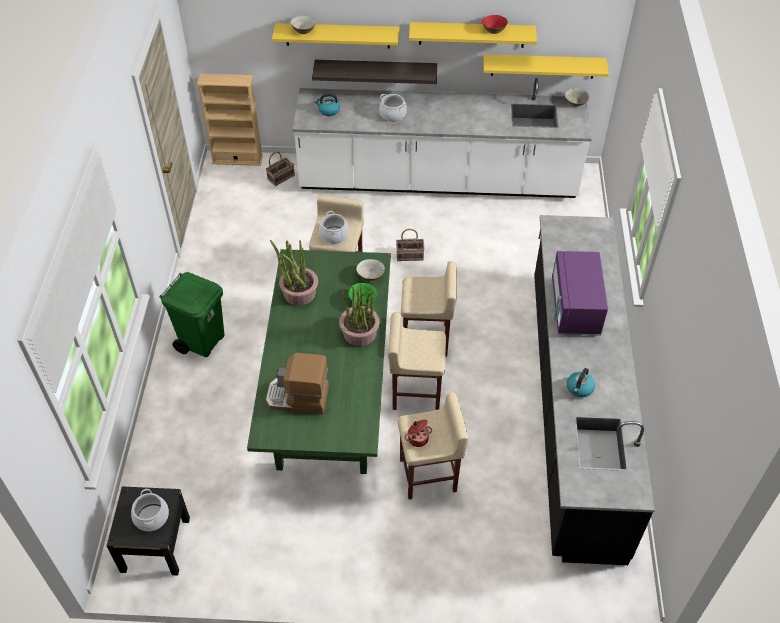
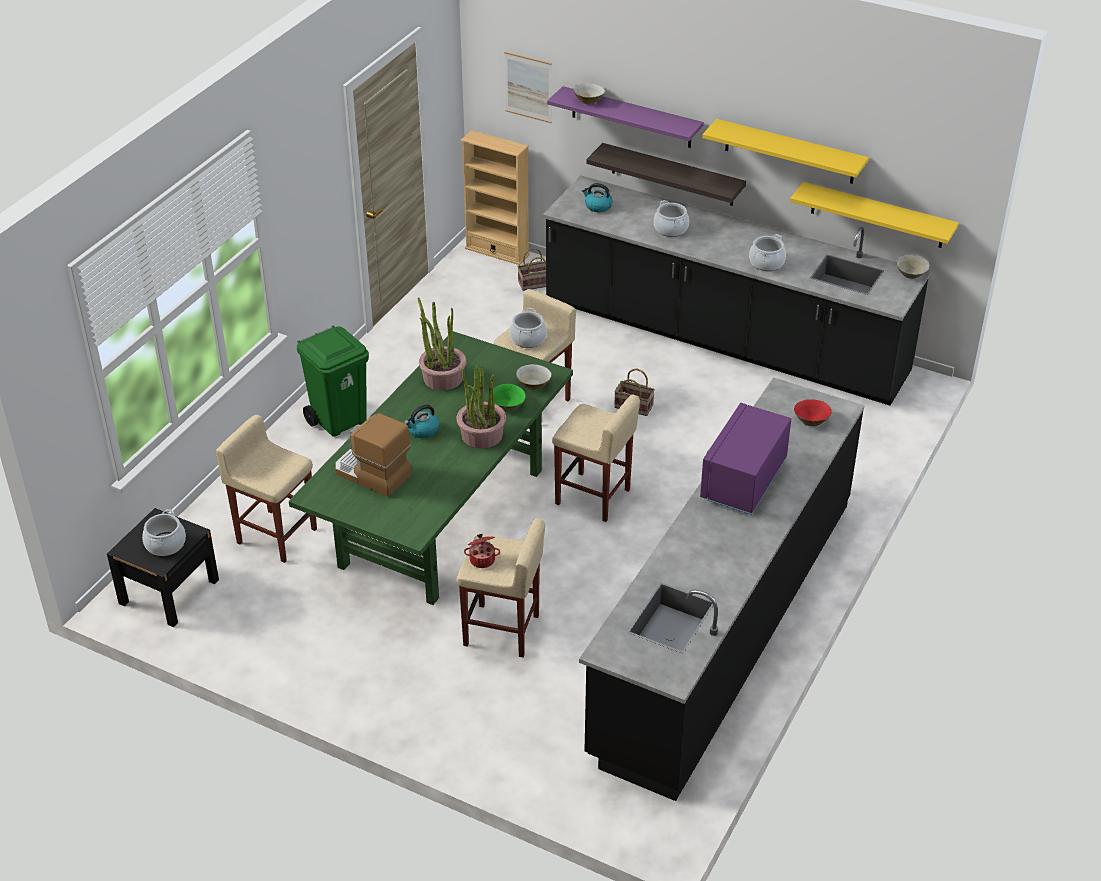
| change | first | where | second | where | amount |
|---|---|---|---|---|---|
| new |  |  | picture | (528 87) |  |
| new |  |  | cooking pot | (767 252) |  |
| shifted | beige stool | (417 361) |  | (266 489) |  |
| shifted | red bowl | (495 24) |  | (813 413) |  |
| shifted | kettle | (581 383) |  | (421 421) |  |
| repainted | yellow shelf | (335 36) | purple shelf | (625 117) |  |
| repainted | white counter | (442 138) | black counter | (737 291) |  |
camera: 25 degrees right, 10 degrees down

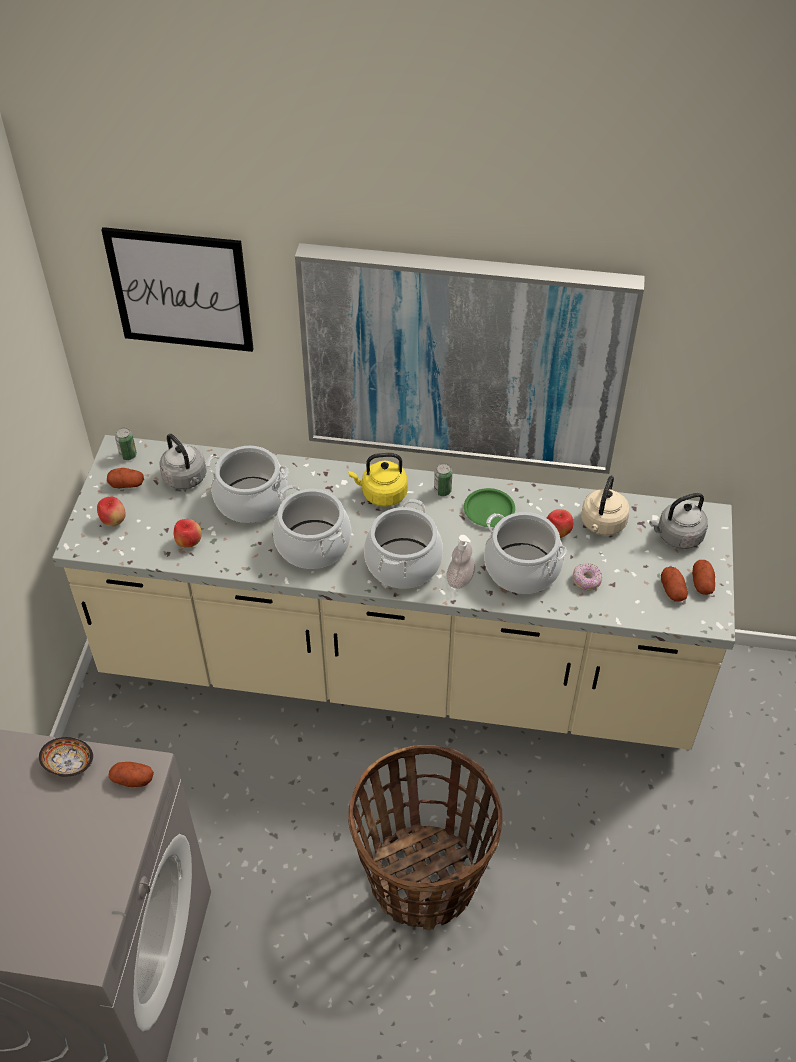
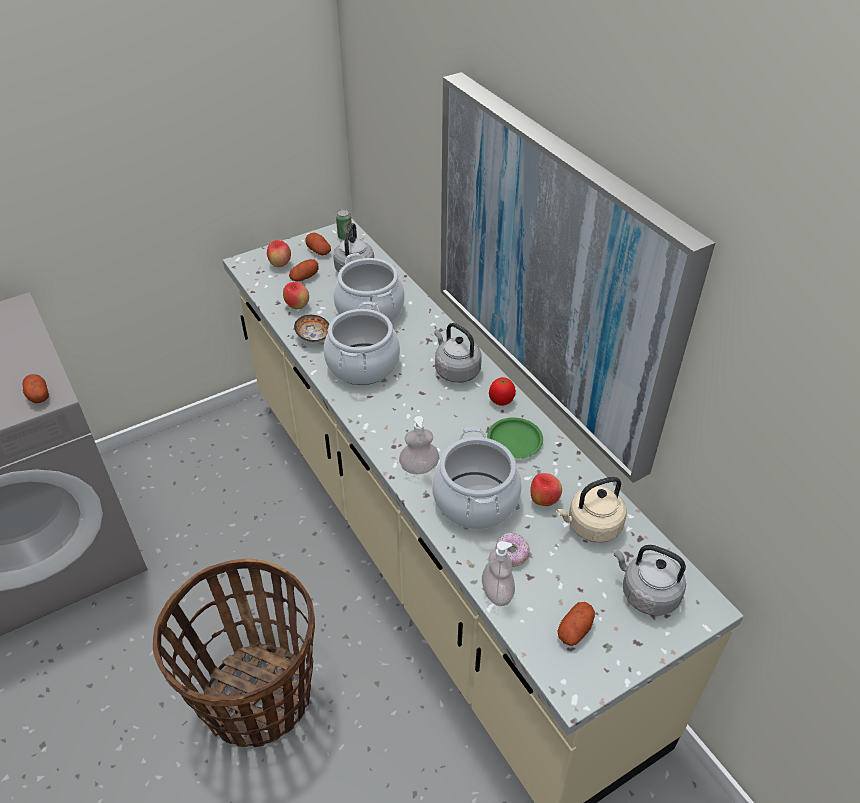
| change | first | where | second | where | amount |
|---|---|---|---|---|---|
| gone | picture | (177 289) |  |  |  |
| gone | cooking pot | (403 544) |  |  |  |
| new |  |  | soap dispenser | (498 573) |  |
| shifted | bowl | (66 756) |  | (312 328) |  |
| shifted | potato | (703 577) |  | (304 270) |  |
| swapped | can | (443 479) | tomato | (502 391) |  |
| repainted | yellow kettle | (378 480) | grey kettle | (458 353) |  |
camera: 50 degrees right, 5 degrees down

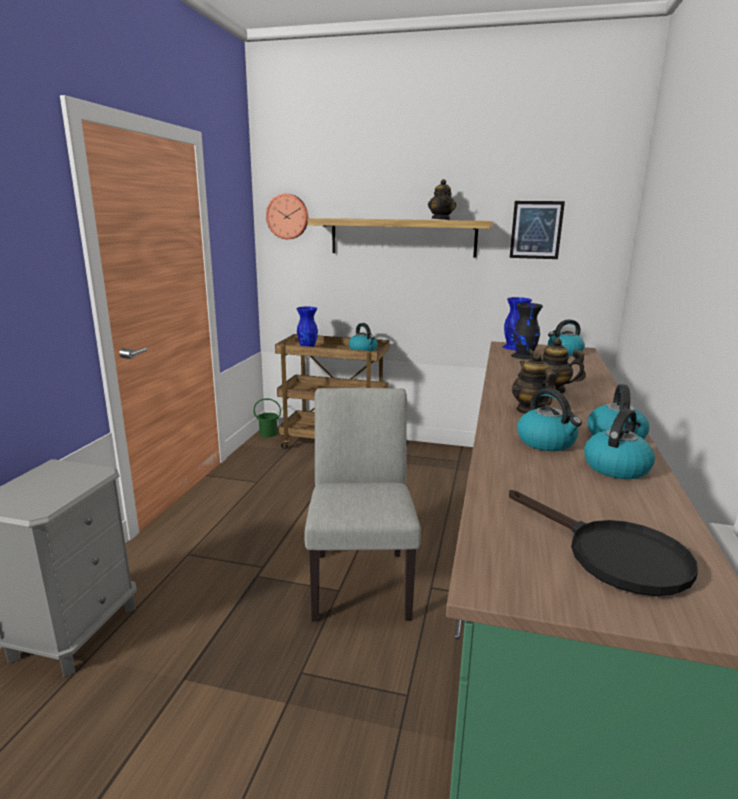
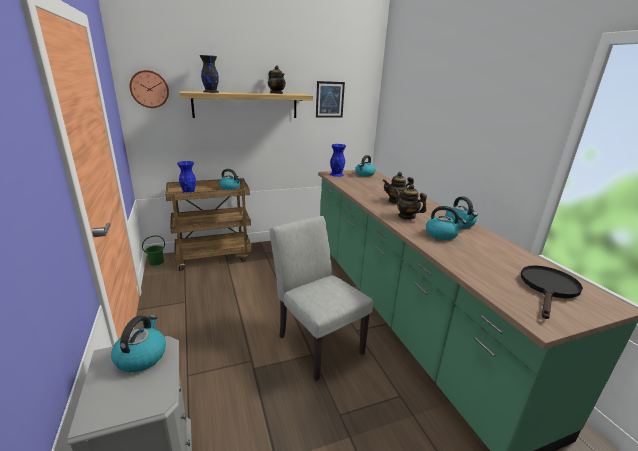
| change | first | where | second | where | amount |
|---|---|---|---|---|---|
| shifted | black vase | (527 331) |  | (209 74) |  |
| shifted | kettle | (619 444) |  | (138 343) |  |
| rotated | black frying pan | (603 543) |  | (552 292) | 75 degrees counterclockwise |
camera: 35 degrees left, 5 degrees up

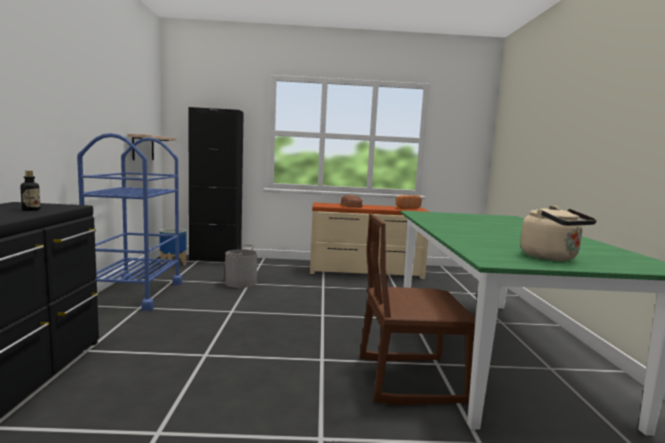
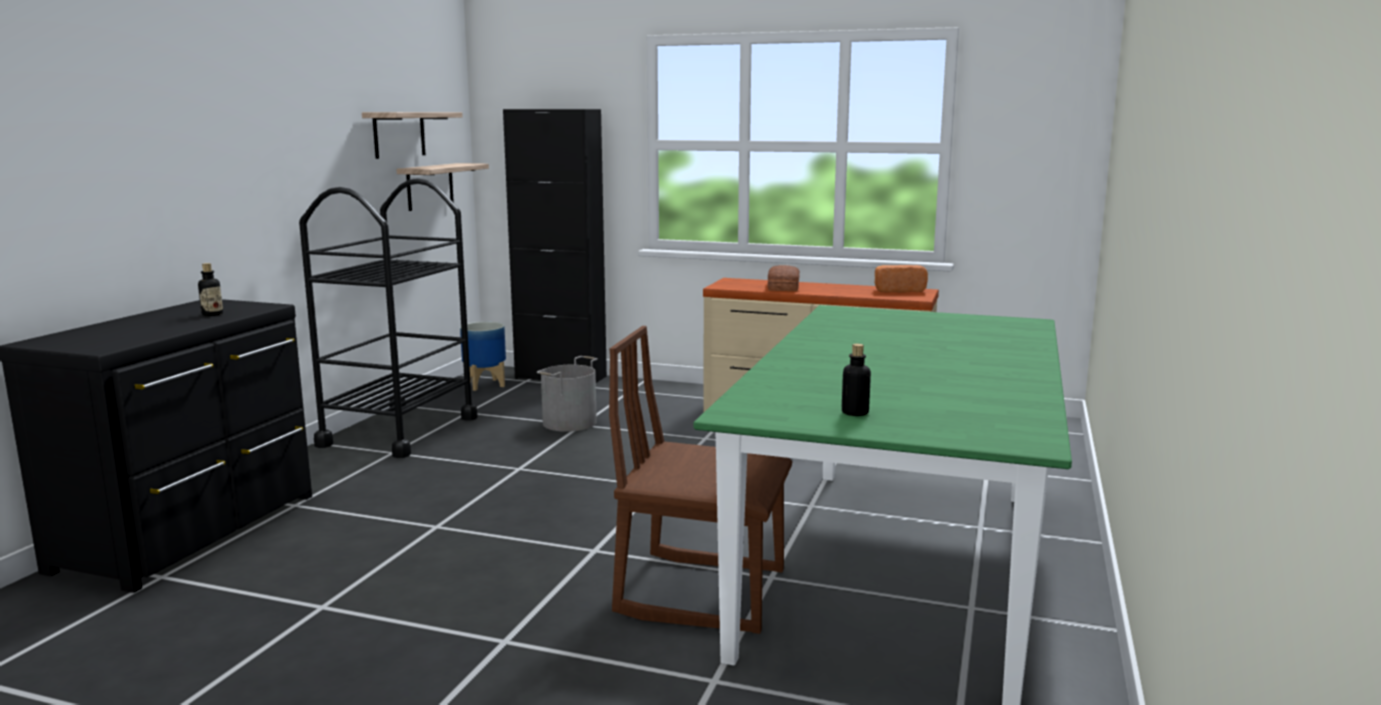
| change | first | where | second | where | amount |
|---|---|---|---|---|---|
| new |  |  | shelf | (412 135) |  |
| swapped | beige kettle | (558 233) | bottle | (856 380) |  |
| repainted | blue cart | (129 222) | black cart | (388 318) |  |
camera: 20 degrees right, 5 degrees up

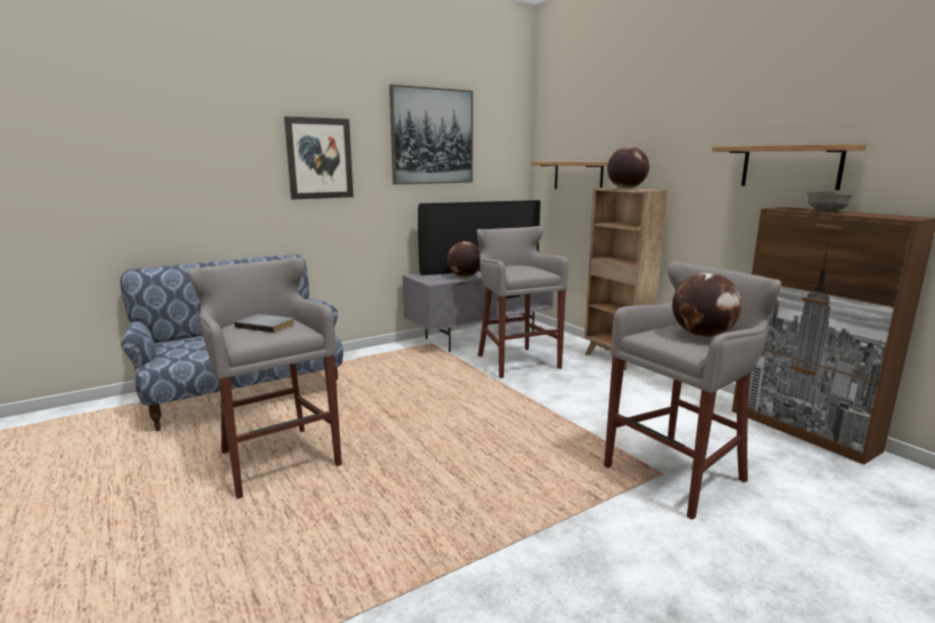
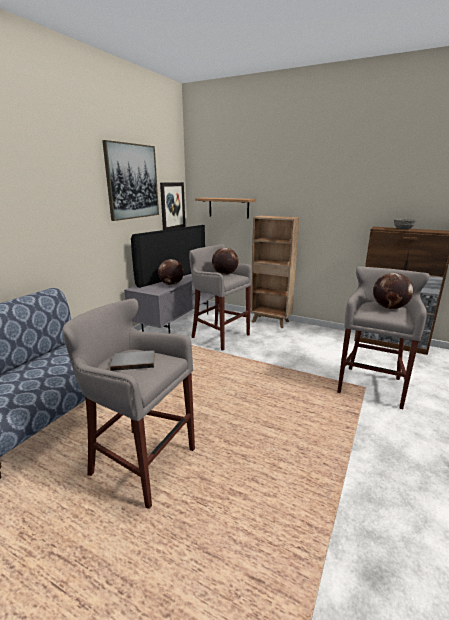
| change | first | where | second | where | amount |
|---|---|---|---|---|---|
| gone | shelf | (789 167) |  |  |  |
| shifted | picture | (318 158) |  | (172 206) |  |
| shifted | globe | (628 167) |  | (225 261) |  |
camera: 30 degrees left, 5 degrees up

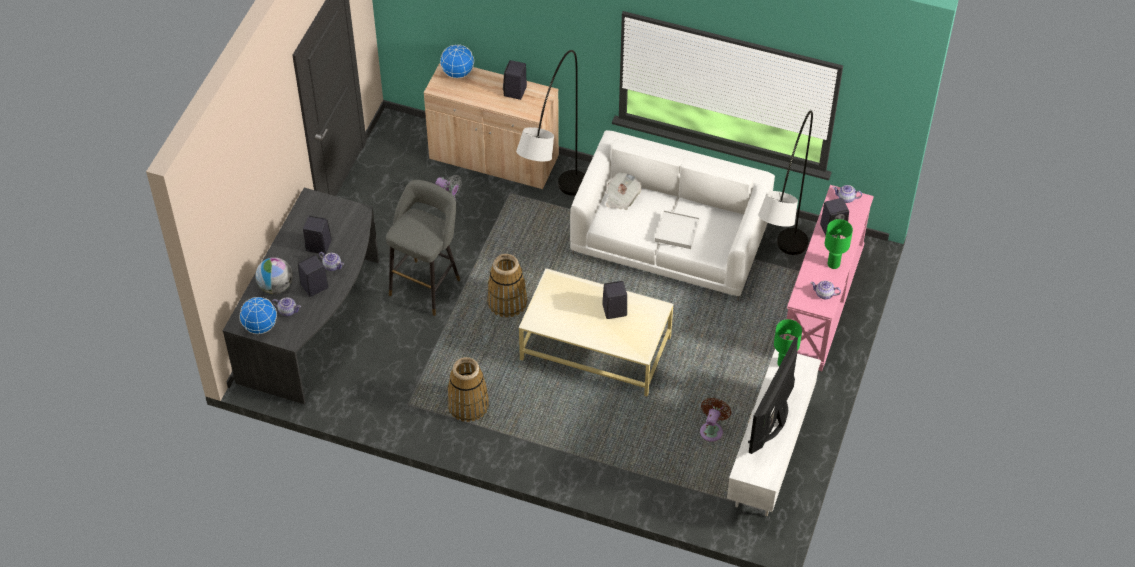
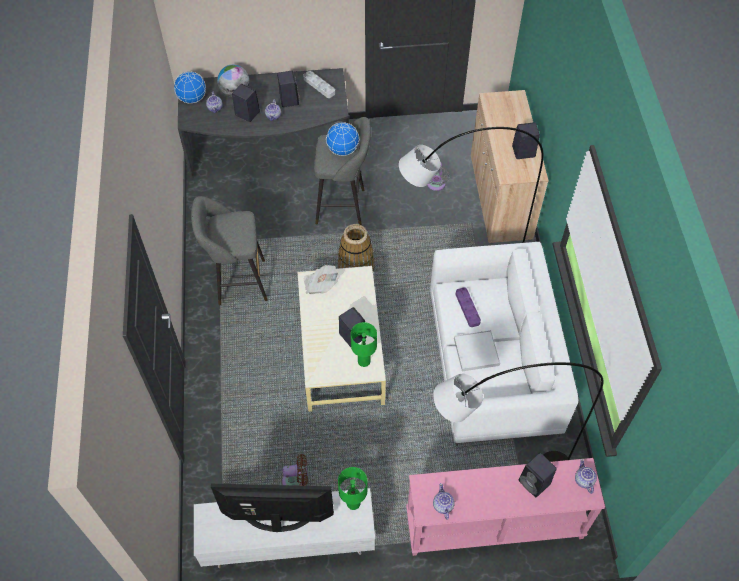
| change | first | where | second | where | amount |
|---|---|---|---|---|---|
| new |  |  | grey tray | (319 84) |  |
| new |  |  | purple tray | (468 307) |  |
| shifted | globe | (457 61) |  | (342 139) |  |
| shifted | newspaper | (623 191) |  | (321 279) |  |
| shifted | green table lamp | (839 244) |  | (364 344) |  |
| swapped | basket | (468 389) | grey stool | (229 250) |  |
camera: 65 degrees right, 5 degrees up

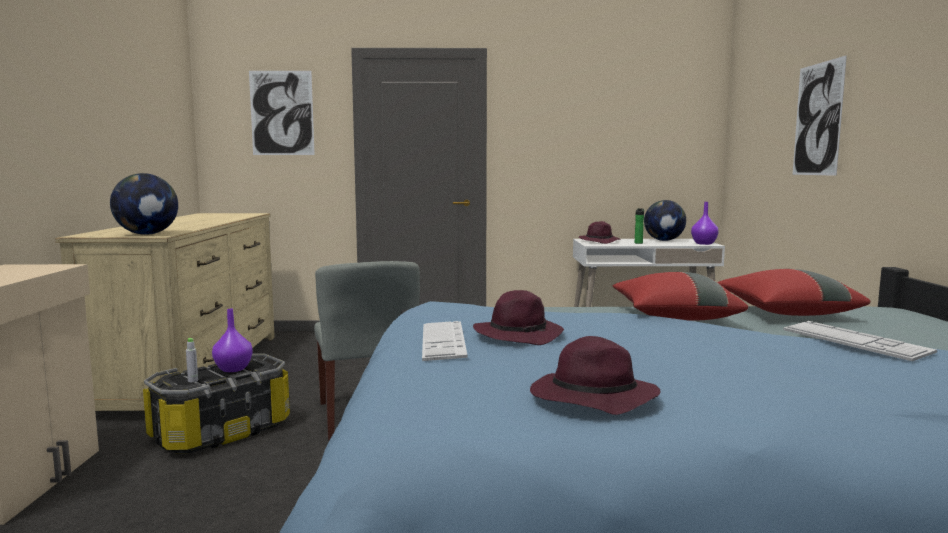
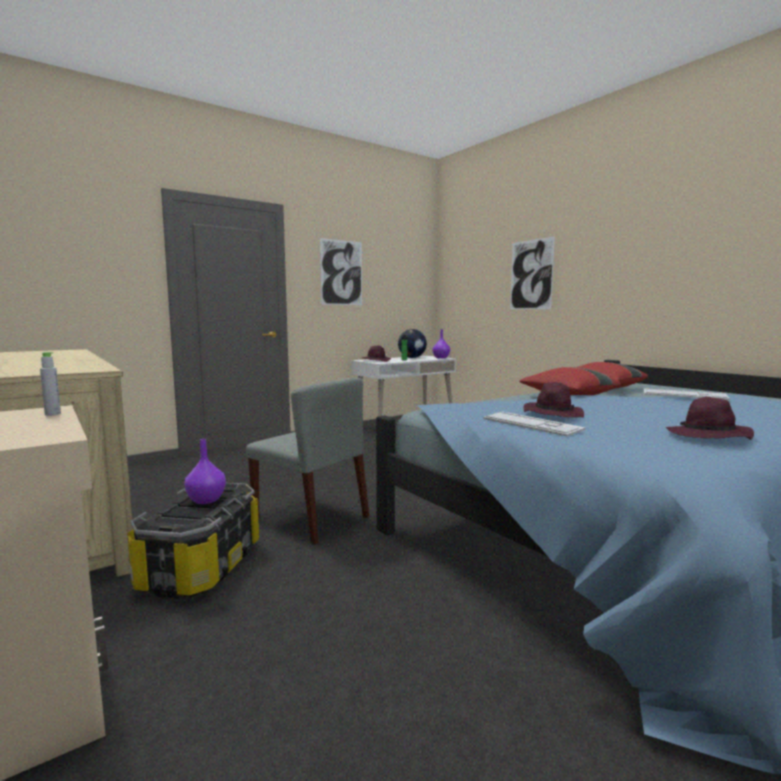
| change | first | where | second | where | amount |
|---|---|---|---|---|---|
| gone | globe | (144 204) |  |  |  |
| shifted | grey bottle | (192 360) |  | (50 384) |  |
| shifted | picture | (282 113) |  | (341 271) |  |
camera: 35 degrees left, 0 degrees up

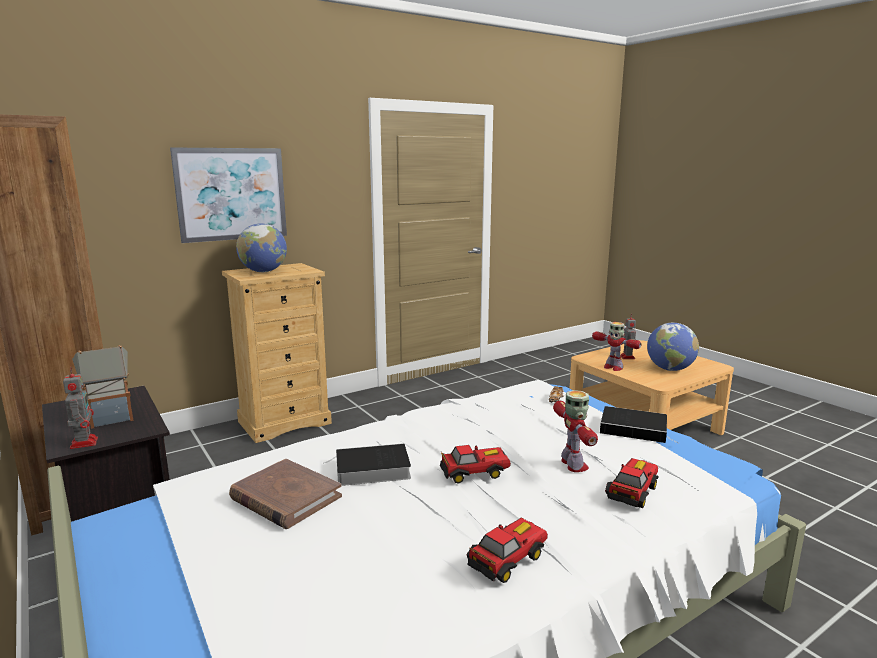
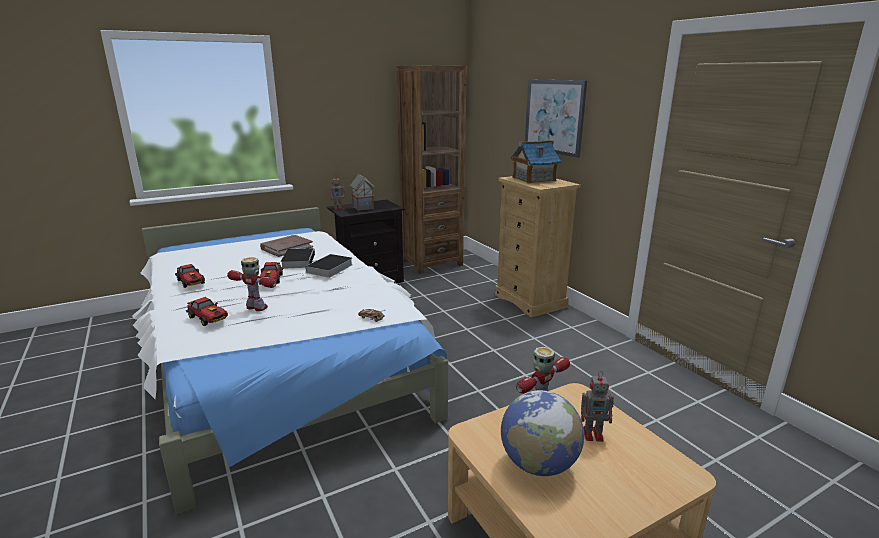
| change | first | where | second | where | amount |
|---|---|---|---|---|---|
| shifted | book | (639 424) |  | (328 266) |  |
| swapped | globe | (261 247) | toy house | (535 162) |  |
| rotated | toy robot | (575 431) |  | (252 284) | 150 degrees counterclockwise |
camera: 95 degrees right, 5 degrees up

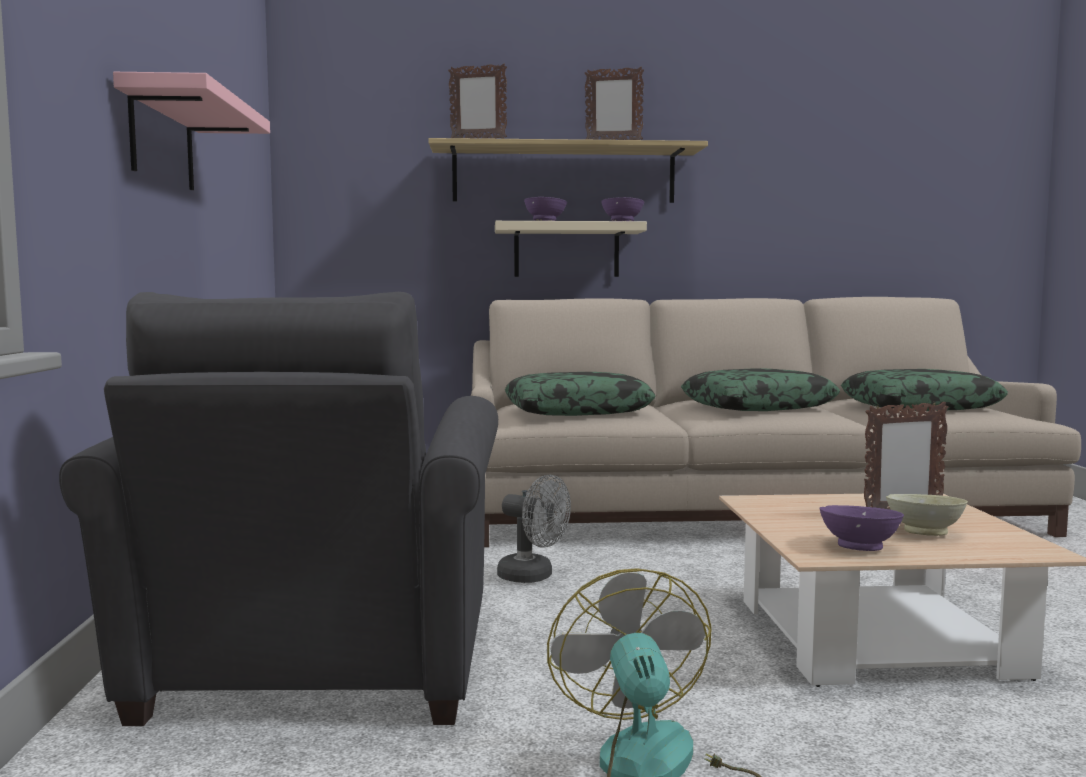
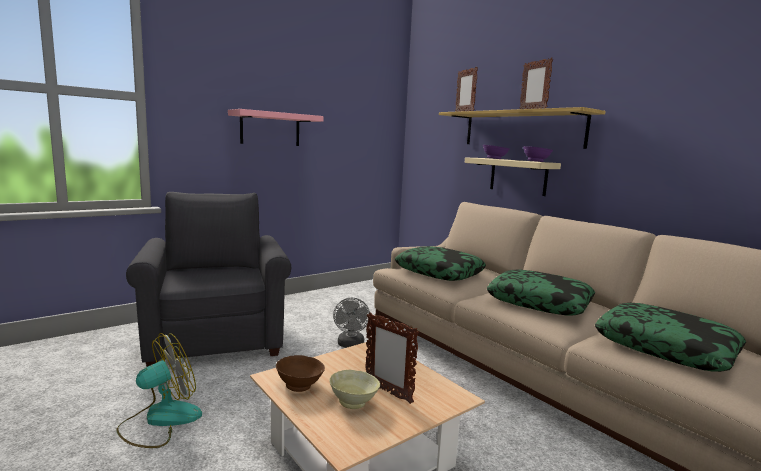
| change | first | where | second | where | amount |
|---|---|---|---|---|---|
| repainted | purple bowl | (861 528) | brown bowl | (300 373) |  |
| rotated | grey armchair | (278 509) |  | (208 279) | 105 degrees clockwise |
camera: 55 degrees right, 5 degrees up

